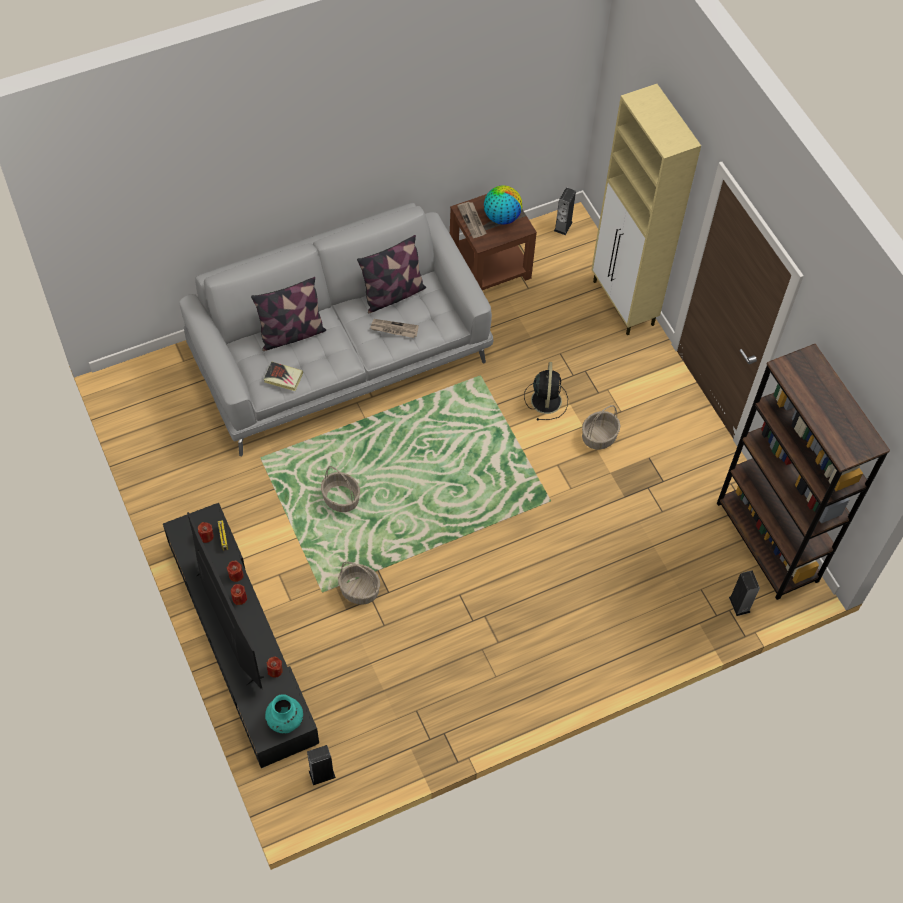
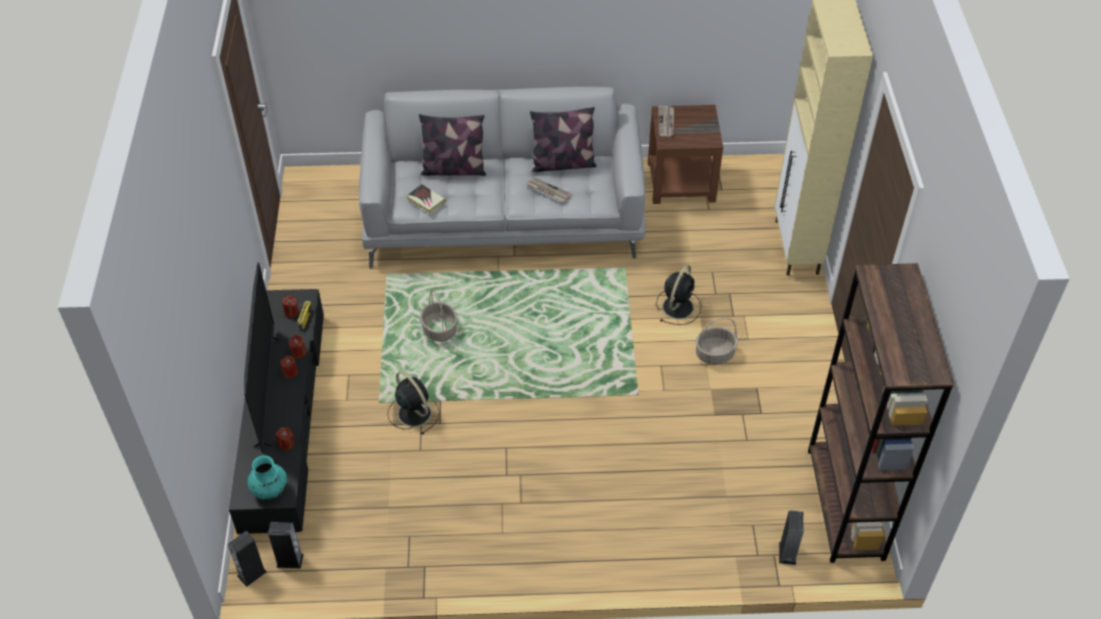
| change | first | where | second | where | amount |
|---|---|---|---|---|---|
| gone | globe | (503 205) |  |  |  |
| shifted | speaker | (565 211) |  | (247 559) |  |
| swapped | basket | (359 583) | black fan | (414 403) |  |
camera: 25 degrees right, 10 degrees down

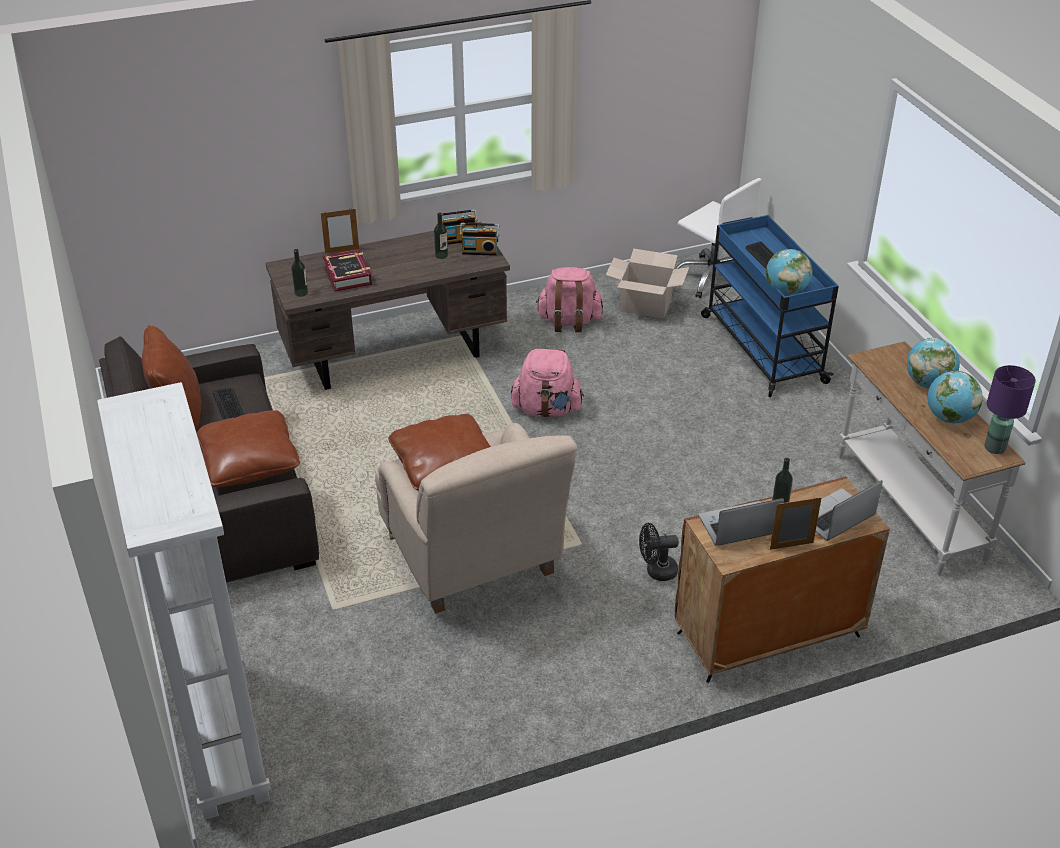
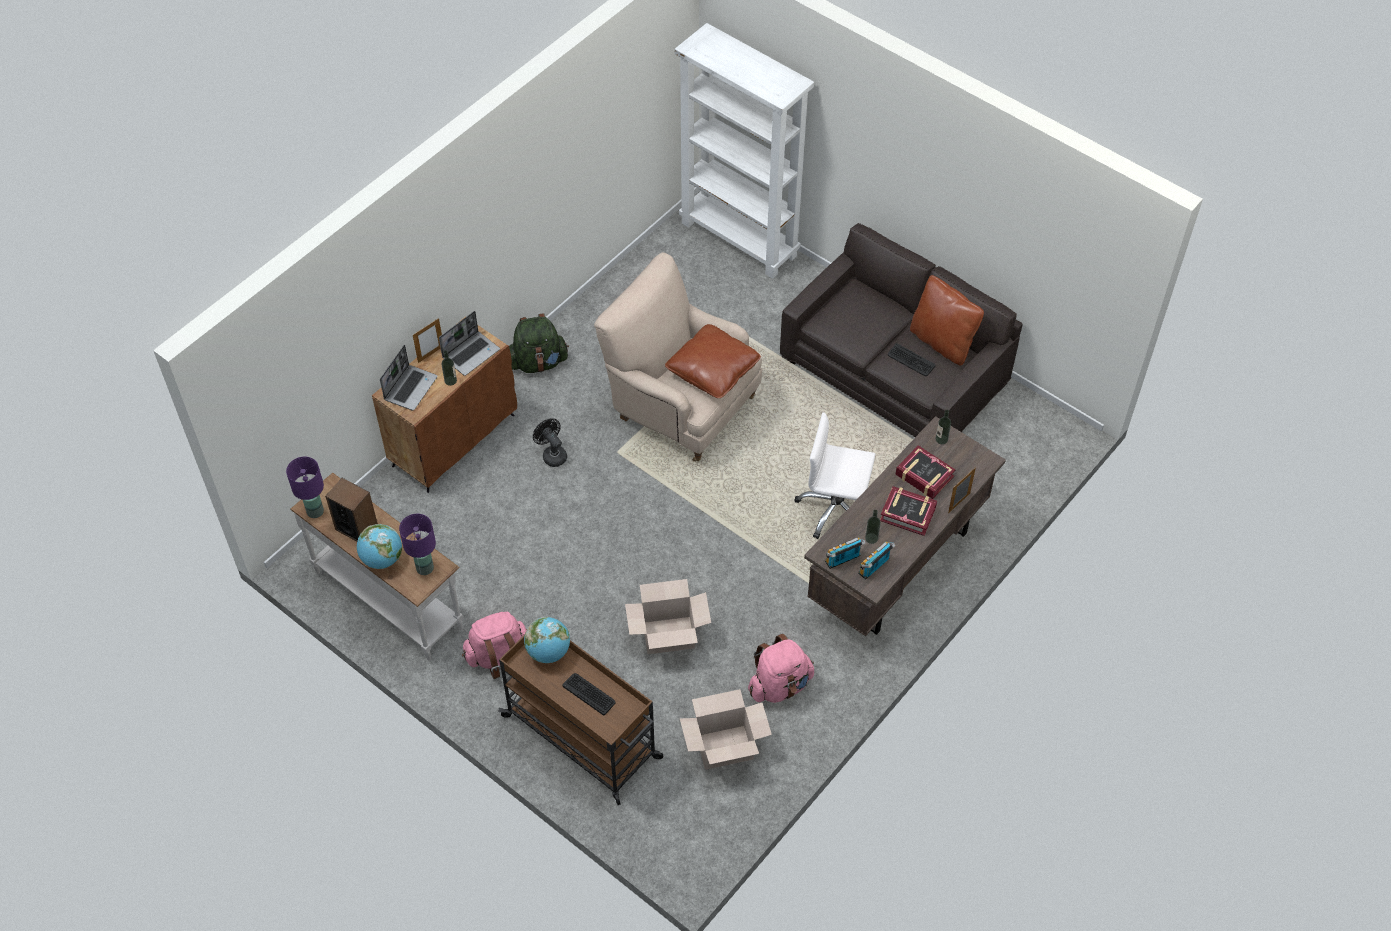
| change | first | where | second | where | amount |
|---|---|---|---|---|---|
| gone | brown pillow | (248 448) |  |  |  |
| new |  |  | purple table lamp | (417 544) |  |
| new |  |  | green backpack | (539 343) |  |
| new |  |  | cardboard box | (668 616) |  |
| new |  |  | book | (908 511) |  |
| shifted | pink backpack | (547 383) |  | (494 645) |  |
| shifted | white office chair | (718 238) |  | (834 475) |  |
| swapped | globe | (955 397) | speaker | (351 509) |  |
| repainted | blue cart | (770 306) | brown cart | (580 720) |  |
| rotated | black fan | (659 552) |  | (550 442) | 90 degrees counterclockwise |
camera: 150 degrees right, 15 degrees up

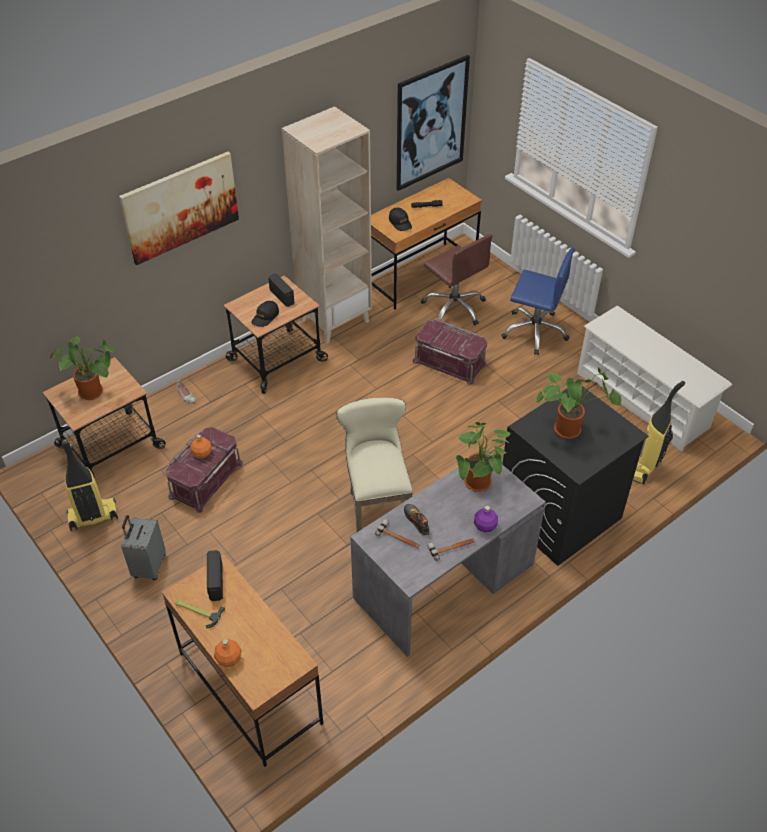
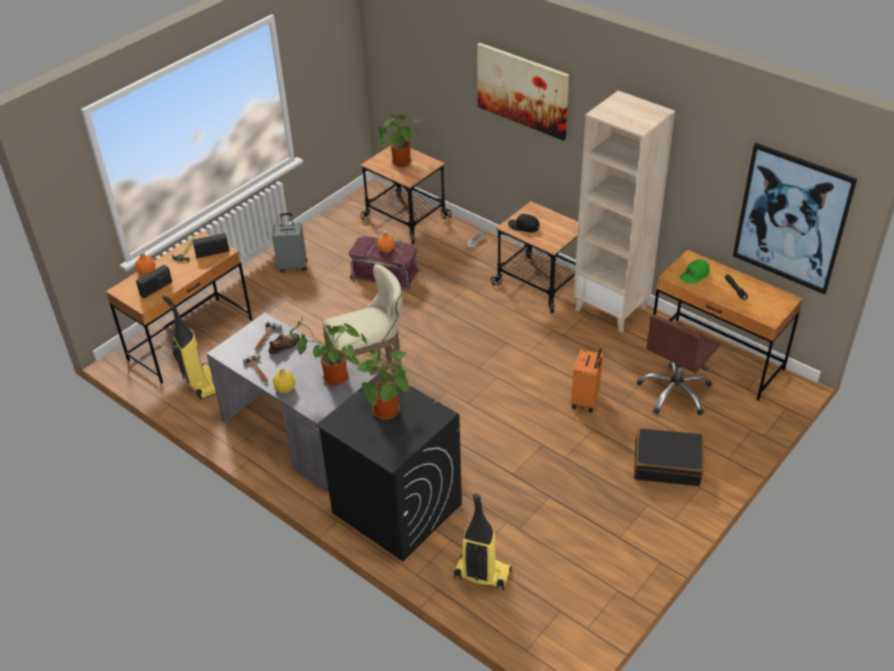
| change | first | where | second | where | amount |
|---|---|---|---|---|---|
| gone | white shoe rack | (654 379) |  |  |  |
| shifted | vacuum cleaner | (90 485) |  | (189 347) |  |
| shifted | radio | (281 290) |  | (154 281) |  |
| swapped | red storage box | (449 352) | orange suitcase | (587 380) |  |
| swapped | blue office chair | (538 301) | black suitcase | (669 457) |  |
| repainted | black cap | (400 219) | green cap | (695 271) |  |
| repainted | purple bottle | (486 519) | yellow bottle | (284 380) |  |
camera: 80 degrees right, 5 degrees down

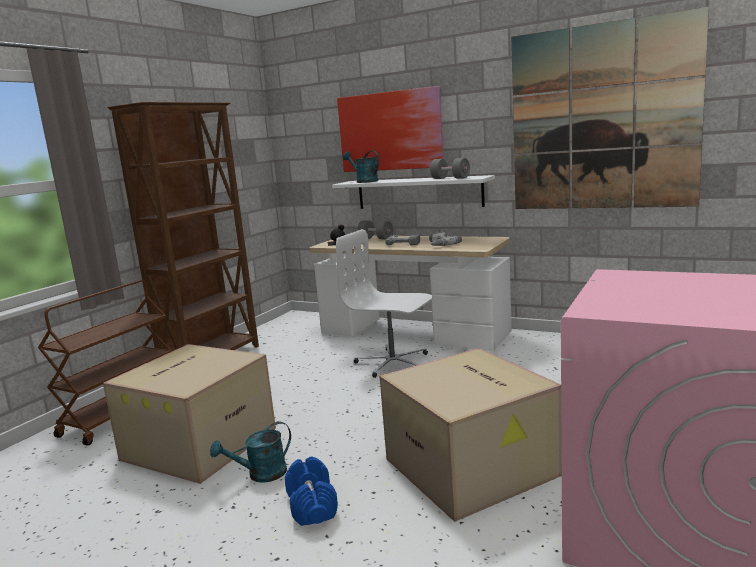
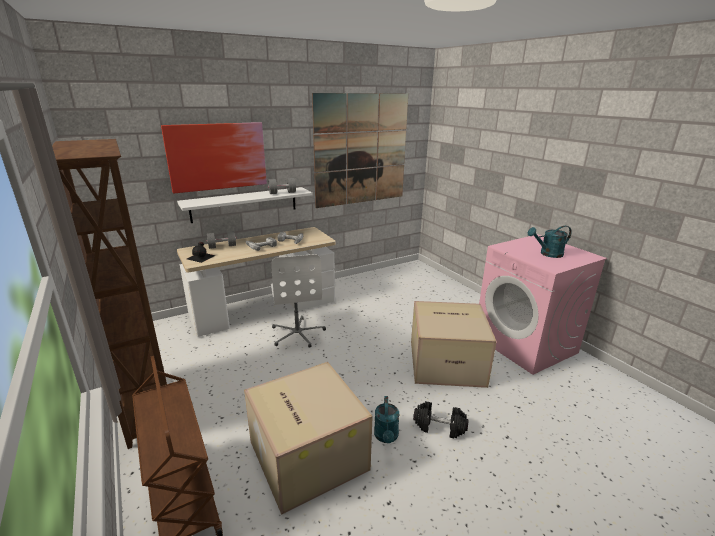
| change | first | where | second | where | amount |
|---|---|---|---|---|---|
| shifted | turquoise watering can | (361 167) |  | (550 242) |  |
| repainted | blue dumbbell | (311 491) | black dumbbell | (440 419) |  |
| rotated | white office chair | (384 303) |  | (298 301) | 75 degrees counterclockwise |
camera: 60 degrees left, 10 degrees up

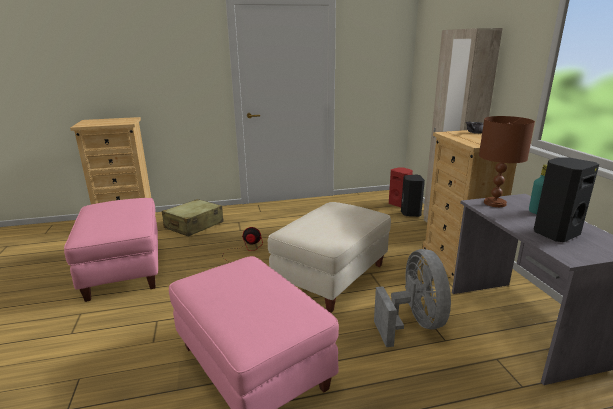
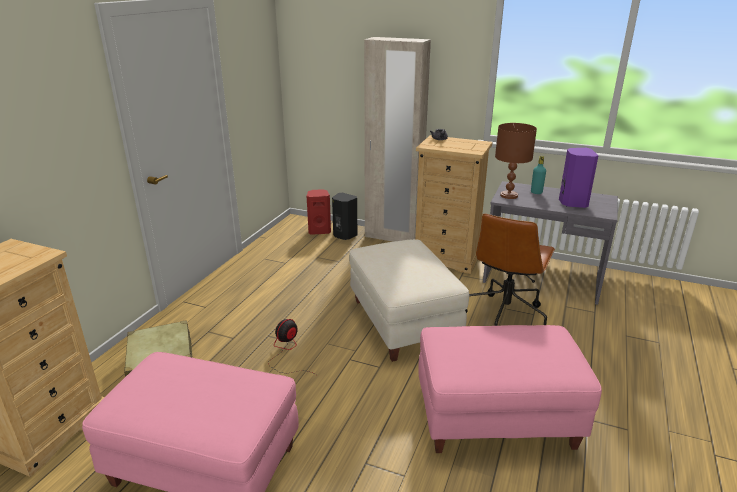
| change | first | where | second | where | amount |
|---|---|---|---|---|---|
| swapped | grey fan | (412 298) | brown office chair | (510 269) |  |
| repainted | black speaker | (566 199) | purple speaker | (578 178) |  |
camera: 55 degrees left, 5 degrees up

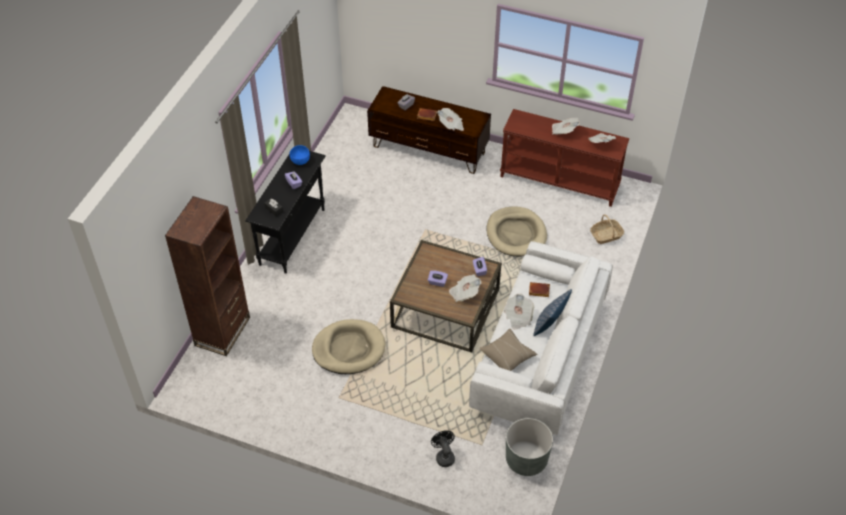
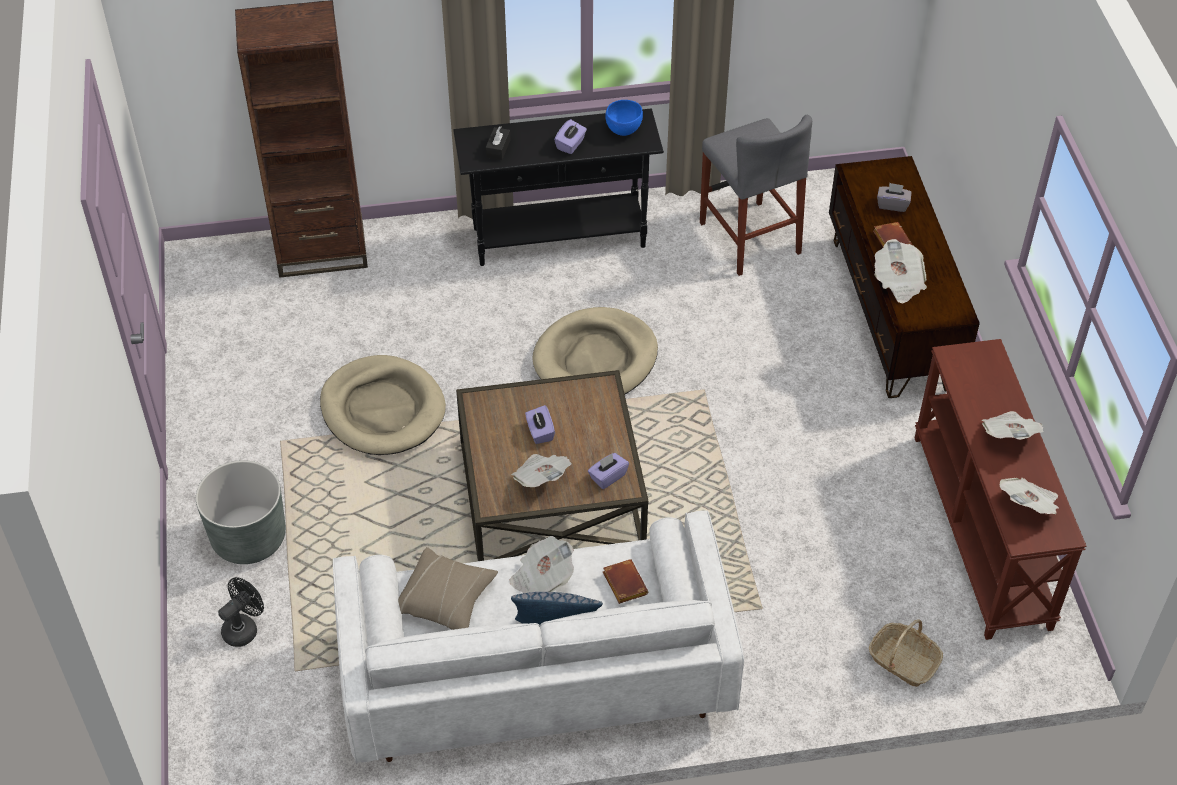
| change | first | where | second | where | amount |
|---|---|---|---|---|---|
| new |  |  | grey stool | (756 195) |  |
| shifted | beige dog bed | (516 231) |  | (595 350) |  |
| shifted | grey planter | (529 447) |  | (241 512) |  |
camera: 60 degrees right, 0 degrees up

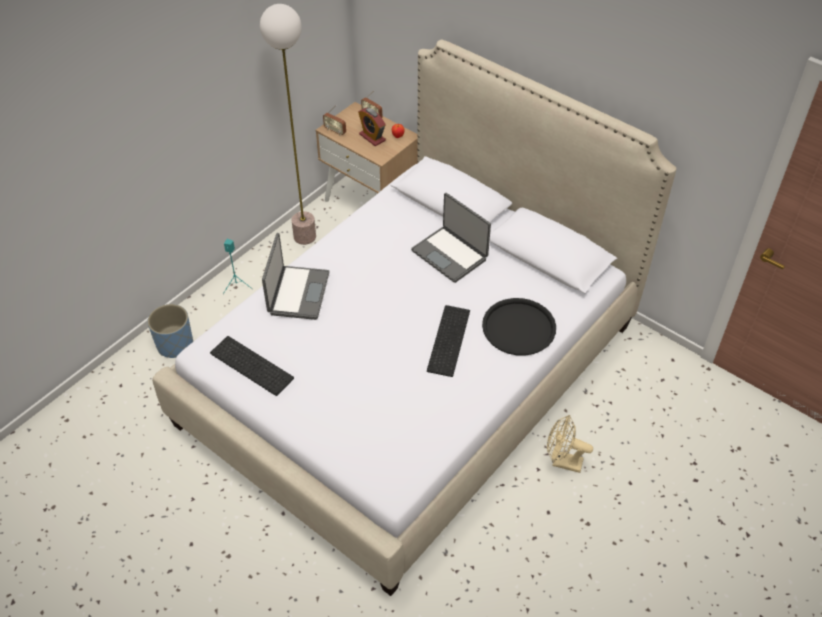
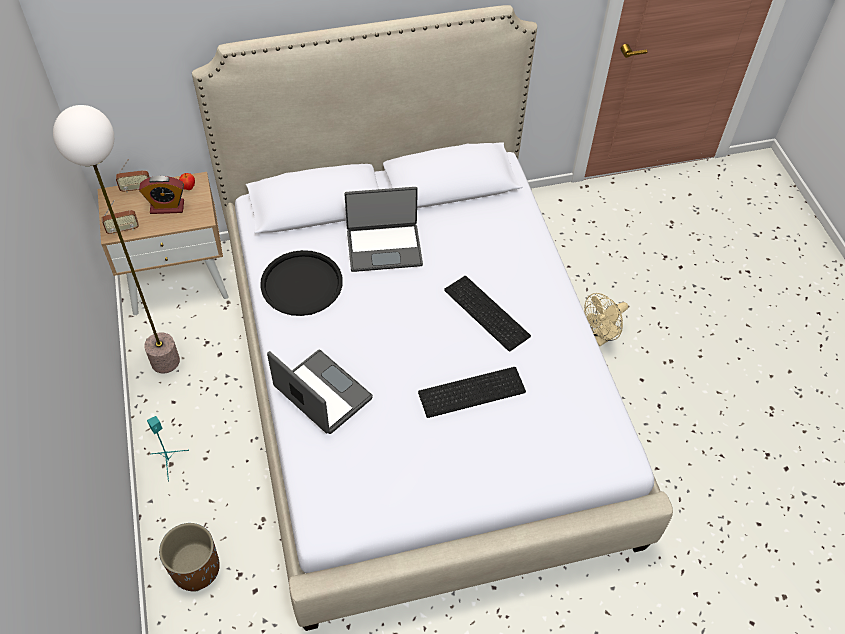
| change | first | where | second | where | amount |
|---|---|---|---|---|---|
| shifted | keyboard | (252 366) |  | (472 392) |  |
| shifted | black tray | (519 327) |  | (301 283) |  |
| repainted | blue planter | (170 331) | brown planter | (189 557) |  |
camera: 55 degrees left, 5 degrees up

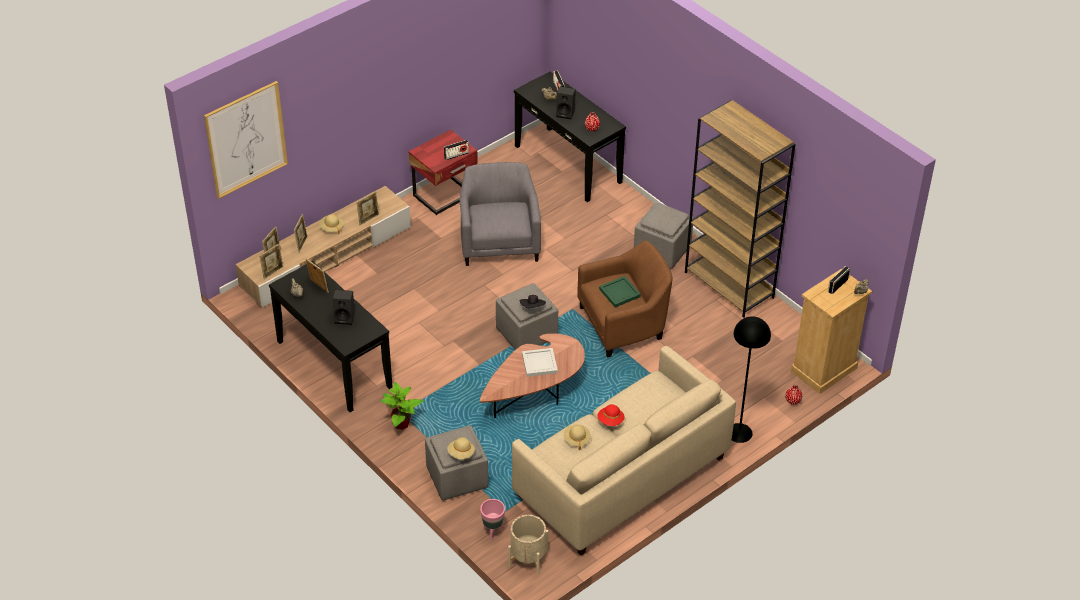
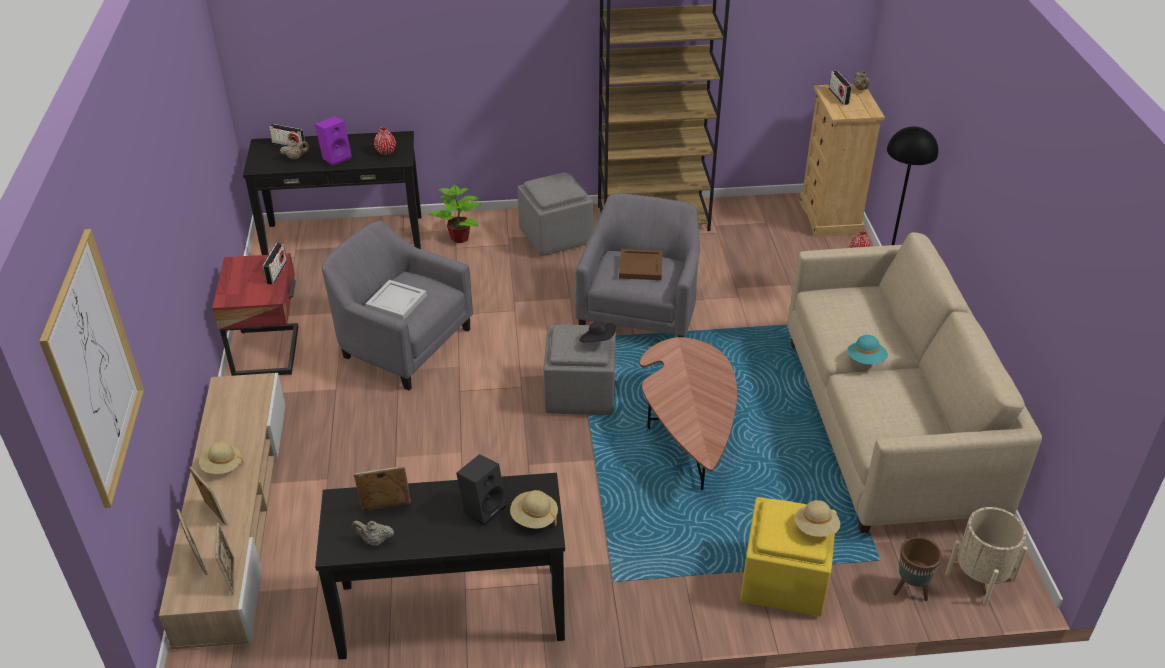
| change | first | where | second | where | amount |
|---|---|---|---|---|---|
| gone | picture frame | (368 208) |  |  |  |
| shifted | potted plant | (402 406) |  | (455 214) |  |
| shifted | white tray | (540 362) |  | (396 300) |  |
| shifted | beige hat | (577 437) |  | (534 509) |  |
| repainted | grey ottoman | (456 463) | yellow ottoman | (788 556) |  |
| repainted | pink planter | (492 520) | brown planter | (917 569) |  |
| repainted | black speaker | (566 102) | purple speaker | (333 141) |  |
| repainted | brown armchair | (625 298) | grey armchair | (638 265) |  |
| repainted | red hat | (611 415) | turquoise hat | (867 349) |  |
| repainted | green tray | (620 291) | brown tray | (641 264) |  |
camera: 55 degrees left, 5 degrees down

